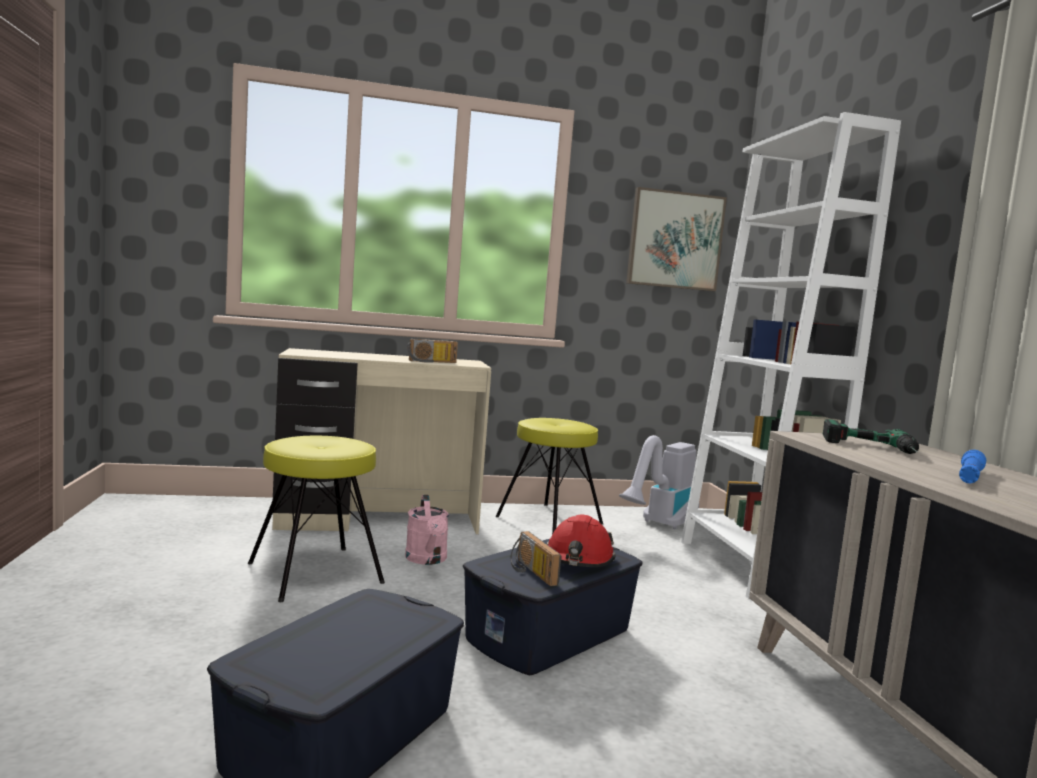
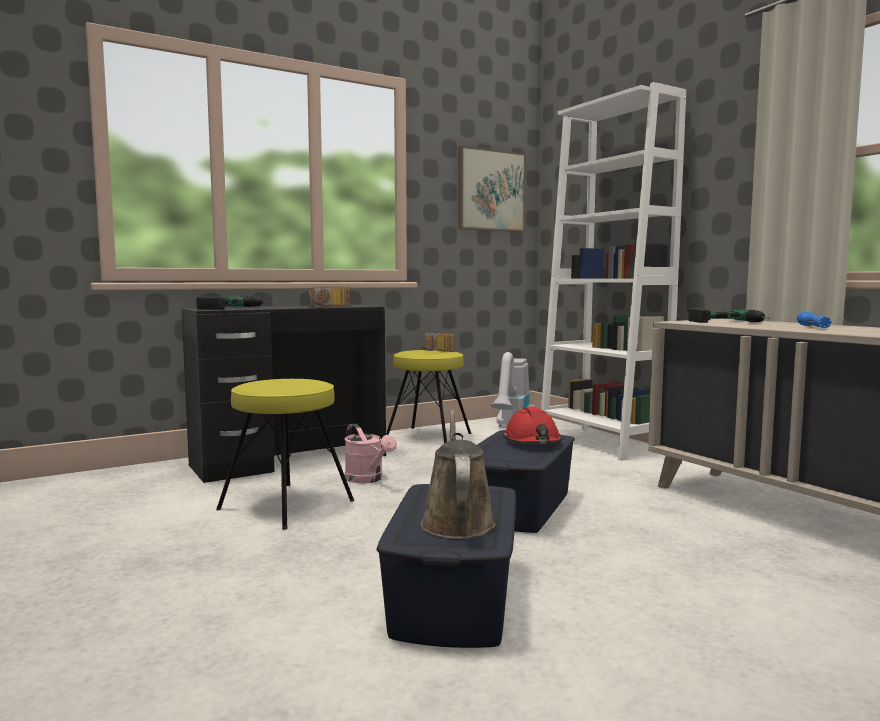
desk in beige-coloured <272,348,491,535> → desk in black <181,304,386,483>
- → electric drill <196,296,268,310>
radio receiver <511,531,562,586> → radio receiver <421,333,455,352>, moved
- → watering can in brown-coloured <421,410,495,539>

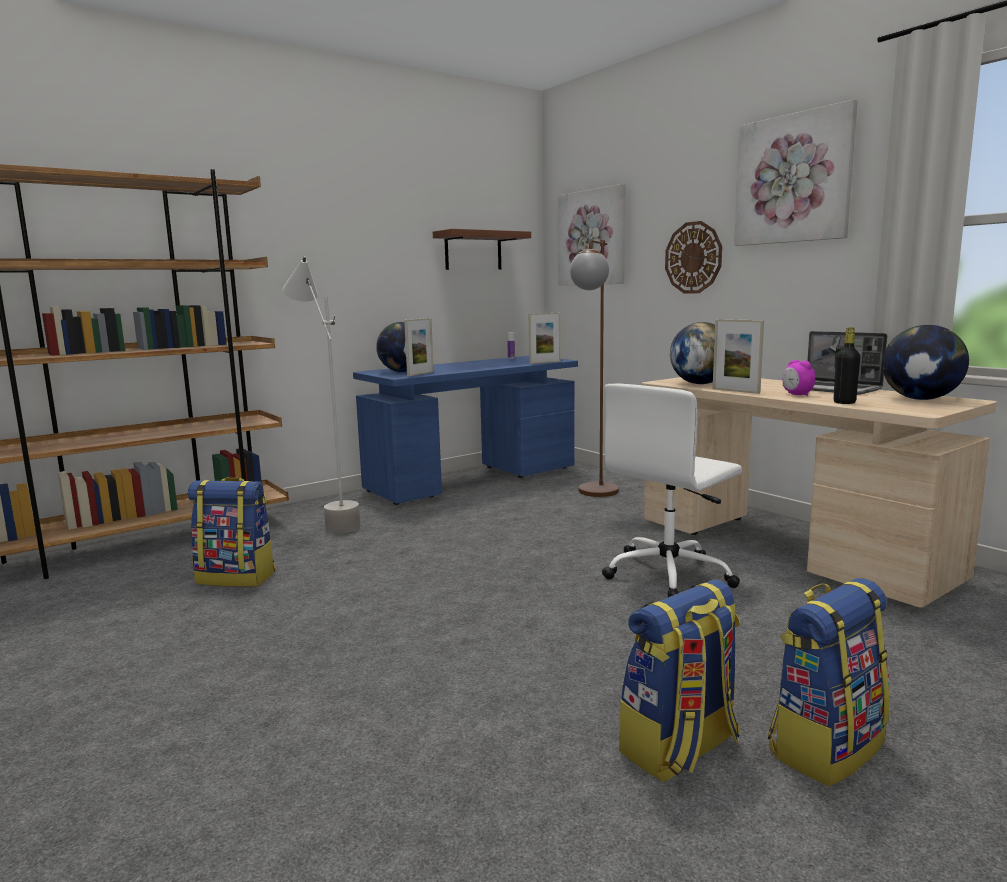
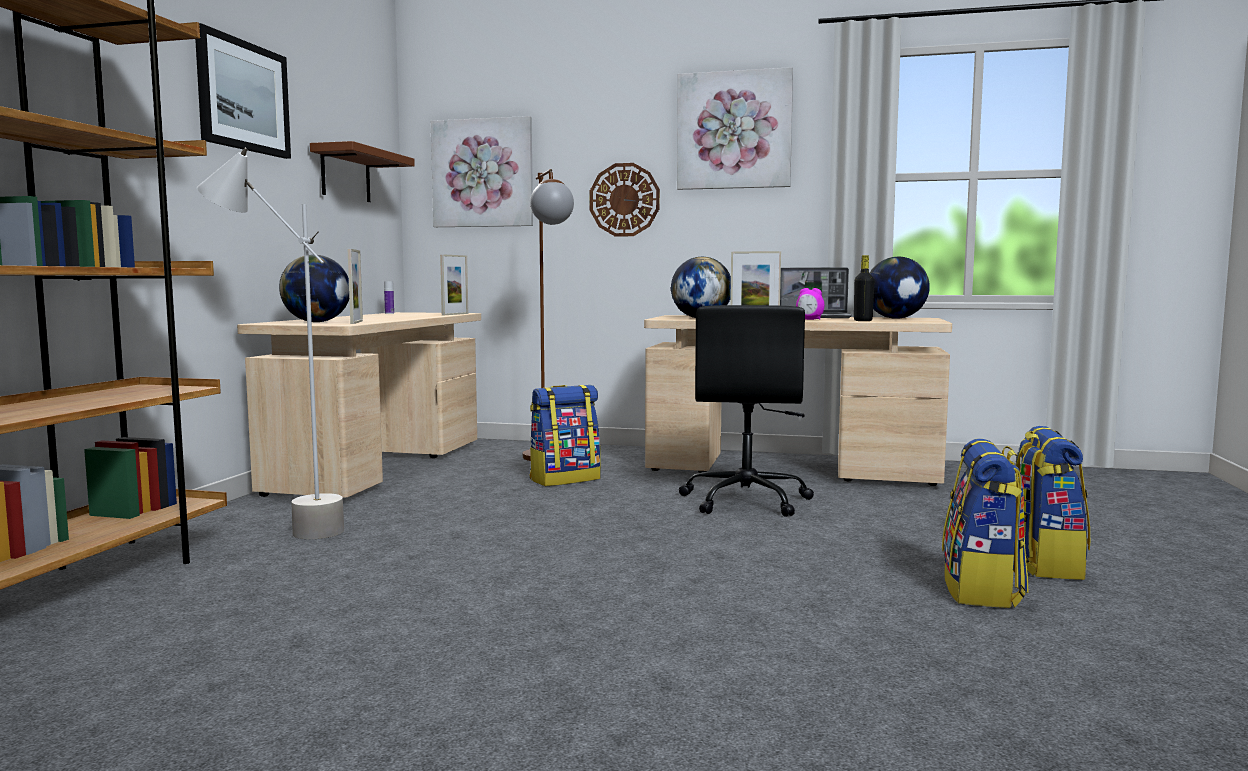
- → picture <195,23,291,159>
desk in bluish <353,356,578,505> → desk in beige-coloured <237,312,481,498>
rucksack <188,478,275,587> → rucksack <529,385,601,486>, moved
computer chair in whitish <602,383,742,597> → computer chair in black <679,305,814,517>

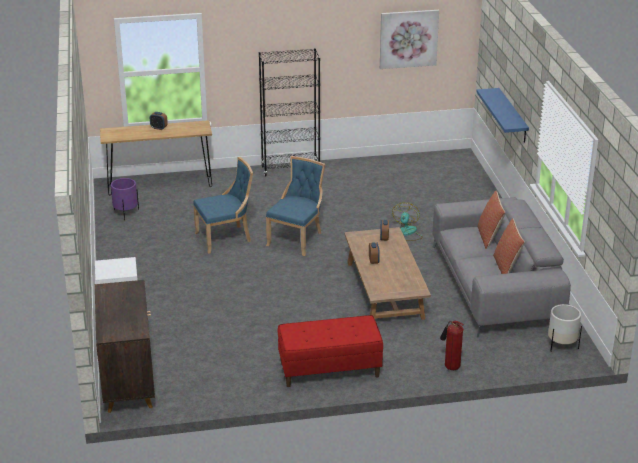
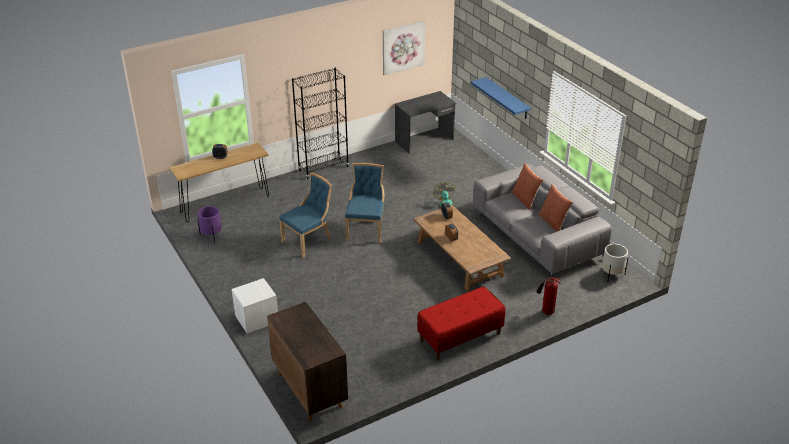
- → desk in gray <395,91,456,154>

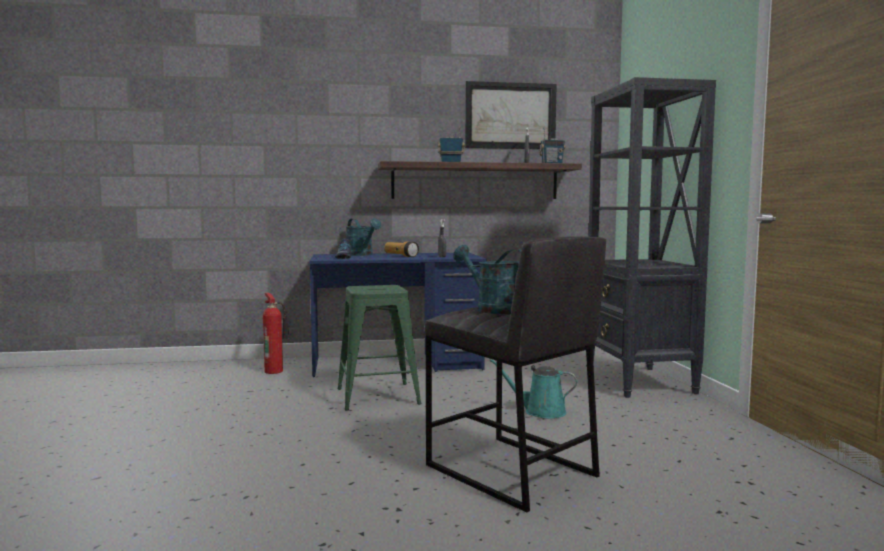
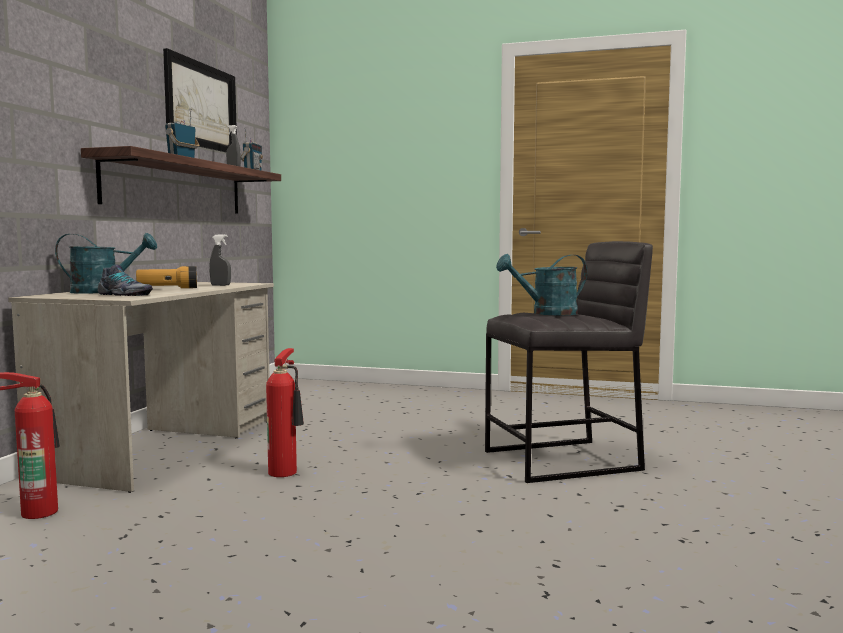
desk in bluish <309,253,487,377> → desk in beige-coloured <8,282,274,493>
stool seat in green <338,285,421,411> → extinguisher <266,348,304,477>
watering can in turquoise-coloured <489,359,577,418> → -
shelving unit in black <586,77,716,398> → -

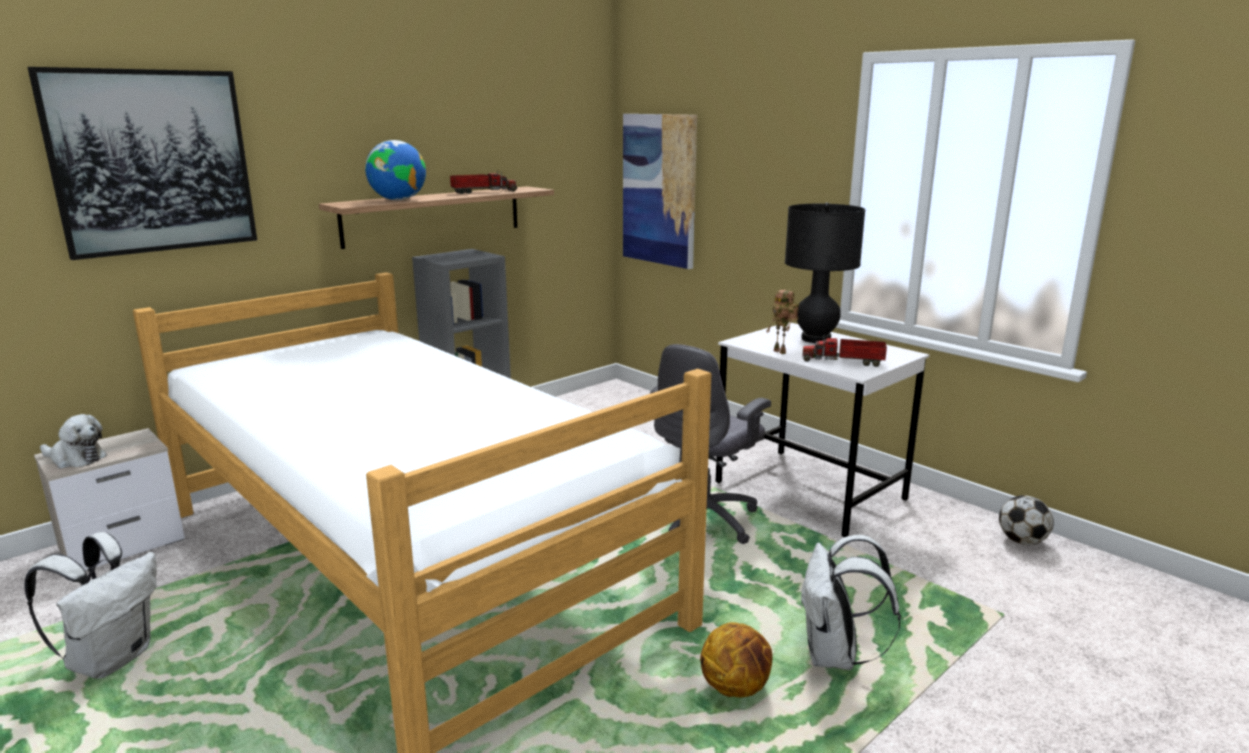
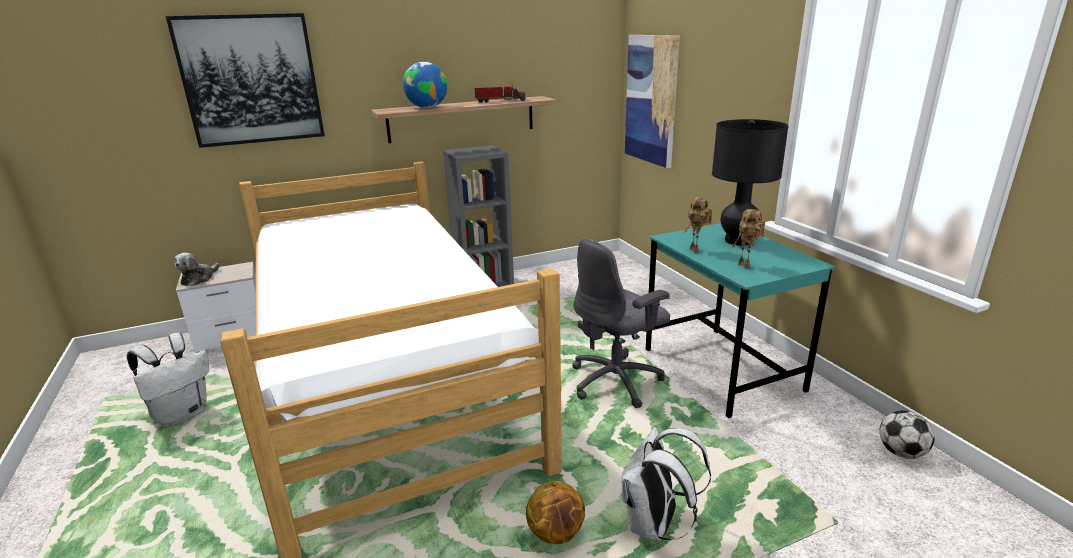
soft toy <40,414,107,468> → soft toy <174,253,220,286>, 75 degrees clockwise
desk in whitish <716,322,929,537> → desk in turquoise-coloured <646,223,836,418>
toy truck <802,334,887,367> → model robot <733,209,765,269>

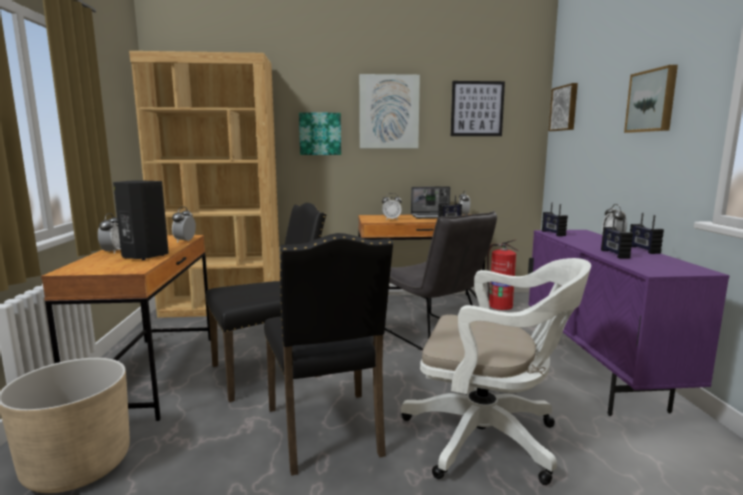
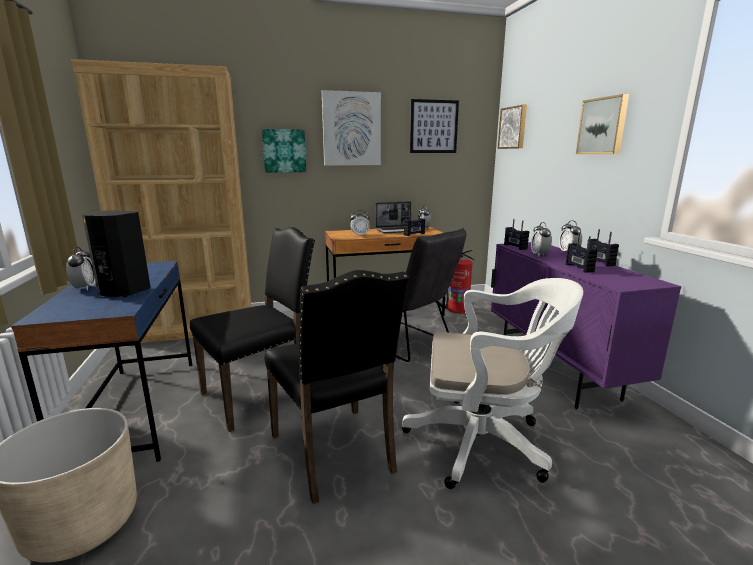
desk in brown-coloured <41,235,211,421> → desk in bluish <11,261,192,461>
bedside clock <172,207,196,243> → bedside clock <531,222,552,257>, moved

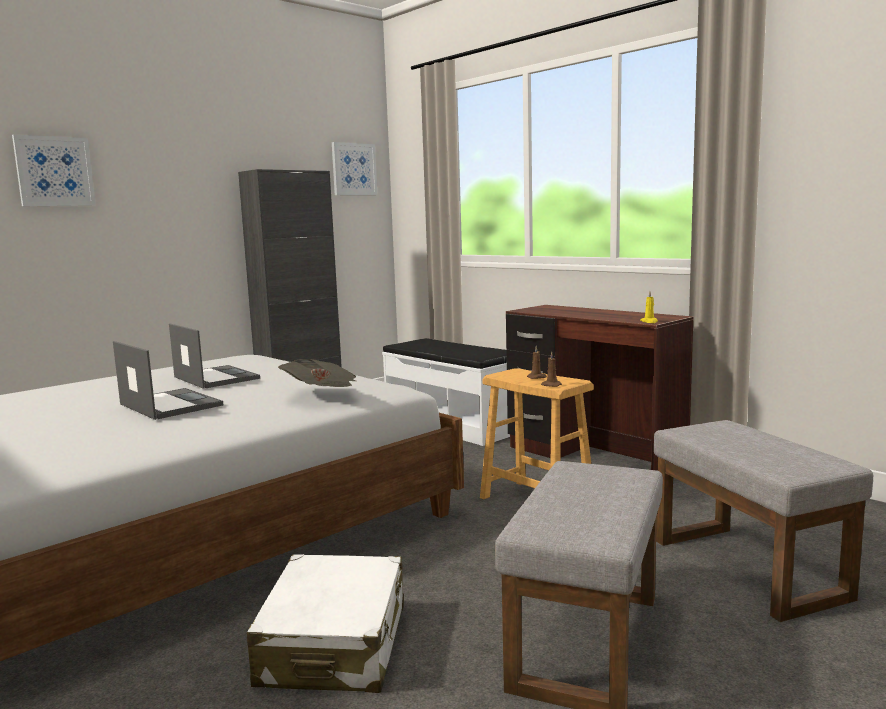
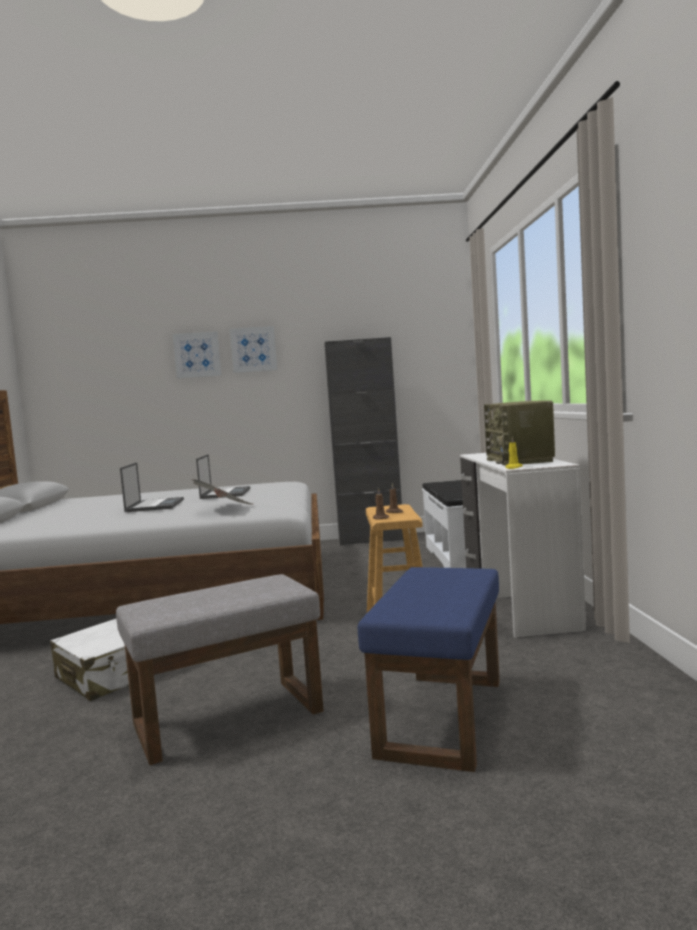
picture <332,142,377,195> → picture <230,326,277,373>, moved
ottoman in gray <654,420,873,622> → ottoman in bluish <358,567,500,772>
desk in brown-coloured <506,305,693,471> → desk in whitish <460,453,586,638>
- → radio receiver <484,401,555,466>

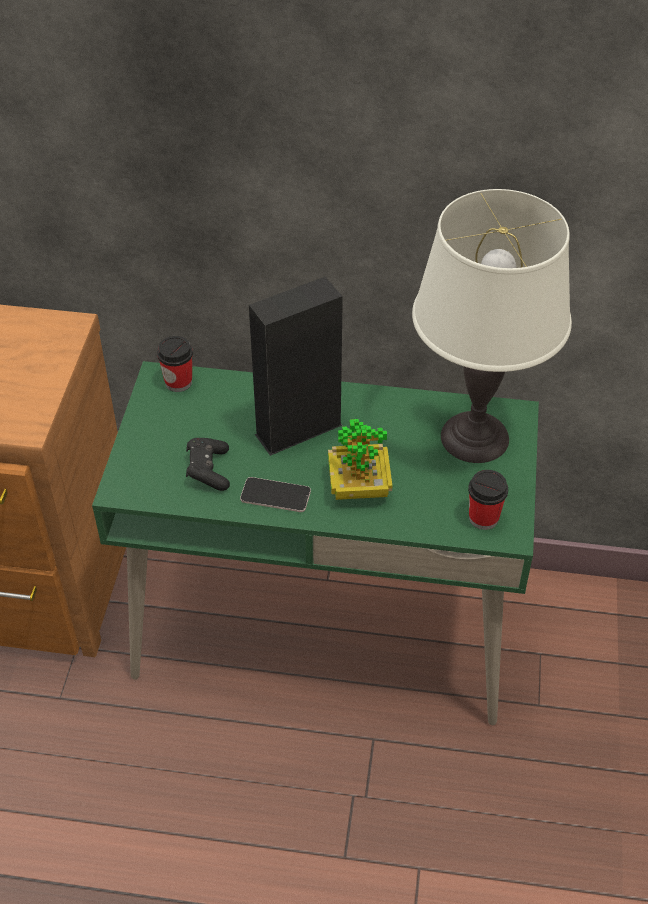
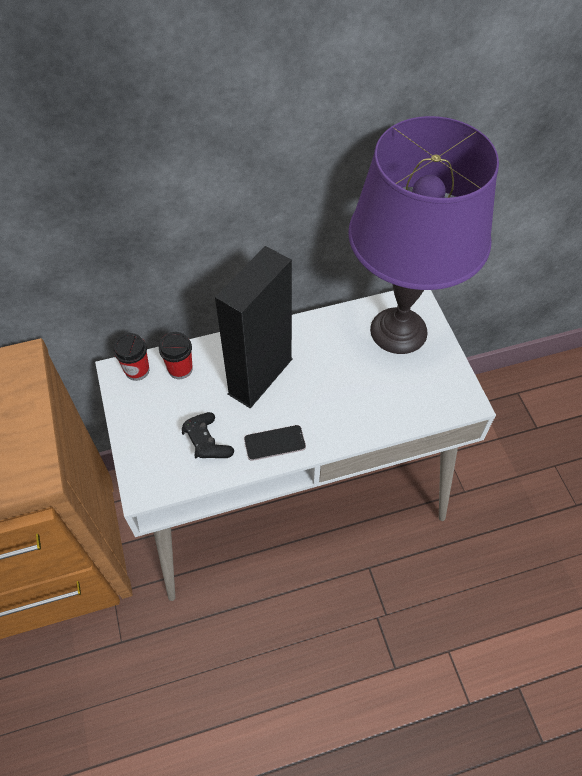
desk in green <92,361,539,725> → desk in whitish <95,290,496,601>
drinking cup <468,470,508,530> → drinking cup <159,332,192,379>, moved
tabletop lamp in whitish <412,189,572,463> → tabletop lamp in purple-coloured <349,116,499,354>
houseplant <328,419,393,500> → -

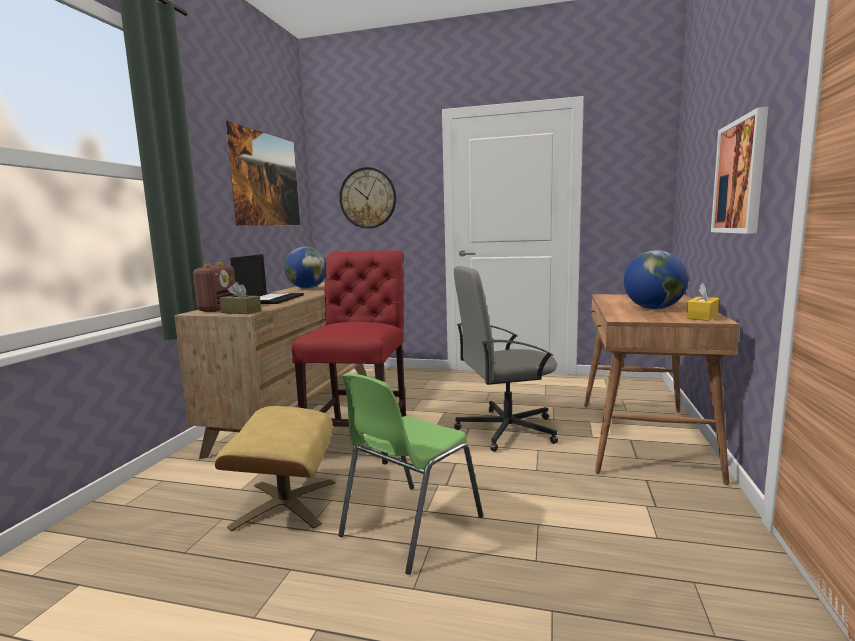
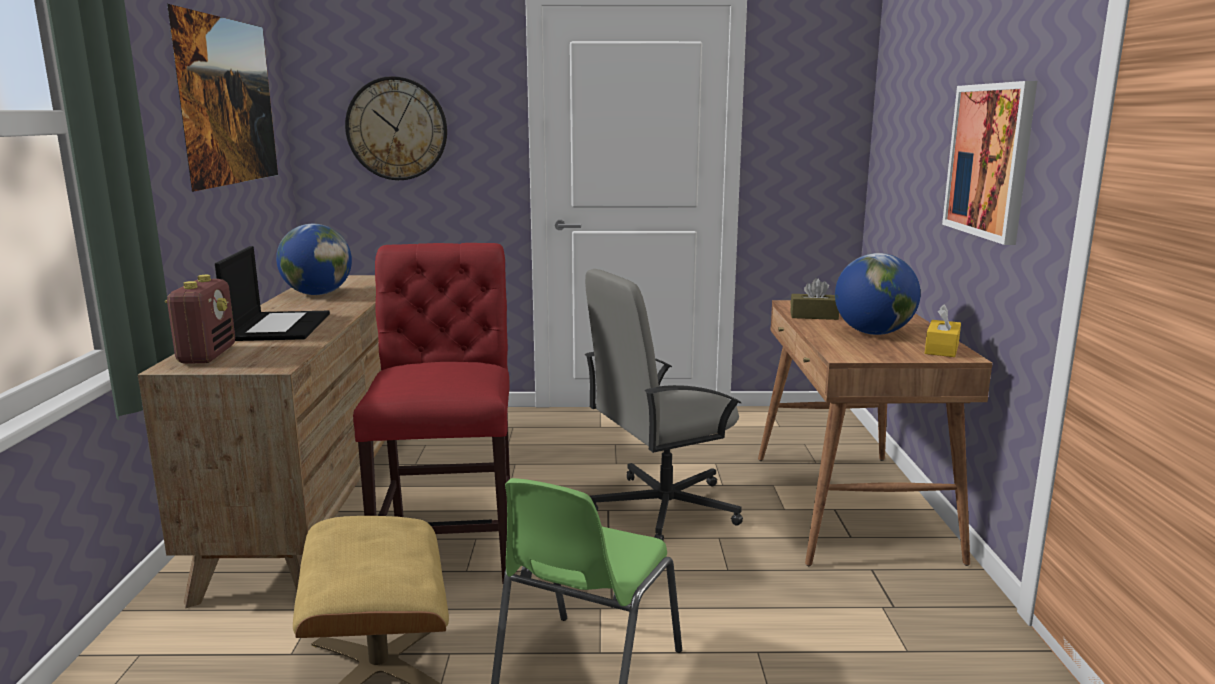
tissue box in brown-coloured <219,282,261,314> → tissue box in brown-coloured <790,278,839,320>, moved

